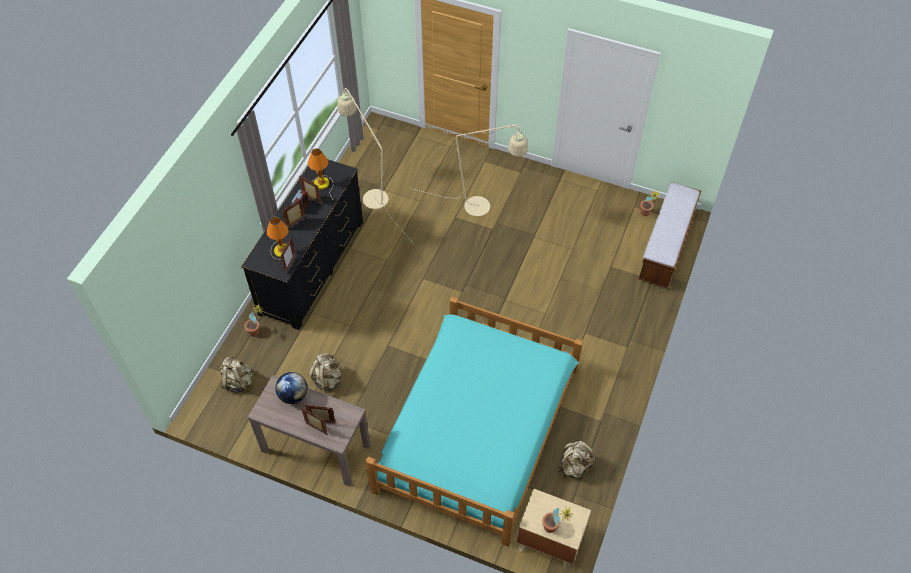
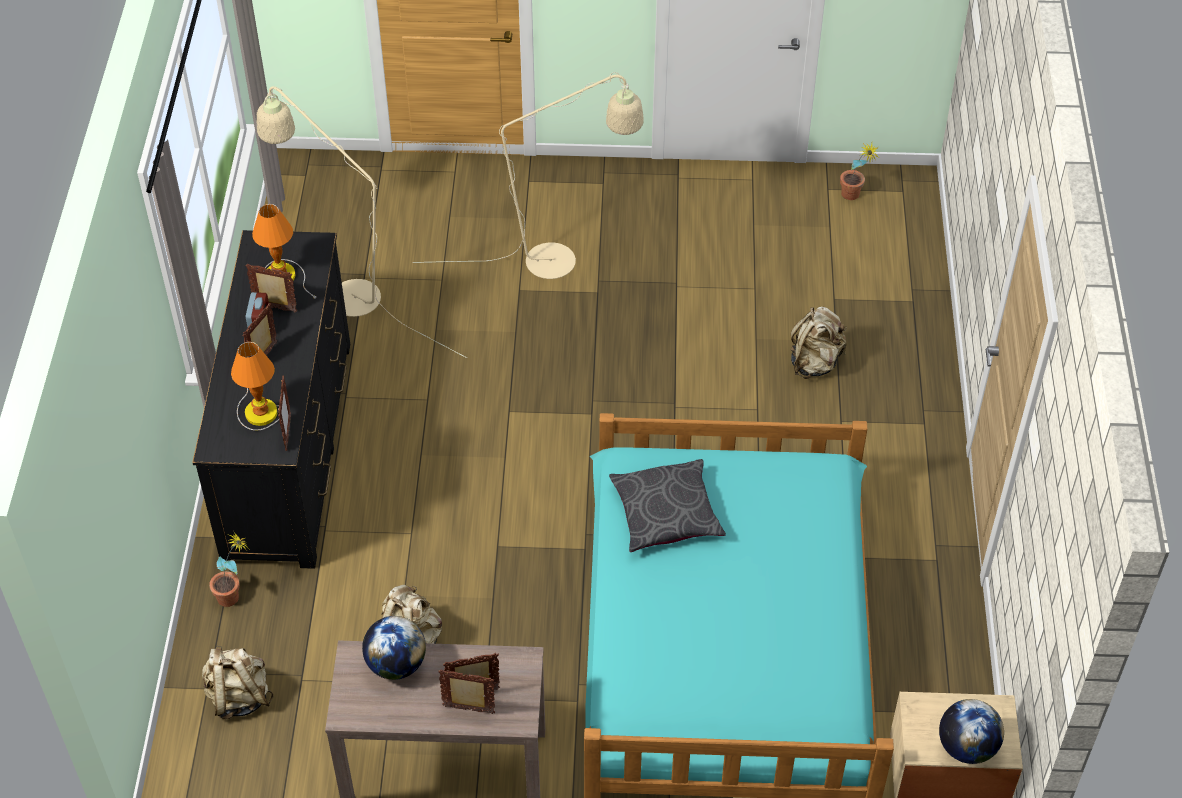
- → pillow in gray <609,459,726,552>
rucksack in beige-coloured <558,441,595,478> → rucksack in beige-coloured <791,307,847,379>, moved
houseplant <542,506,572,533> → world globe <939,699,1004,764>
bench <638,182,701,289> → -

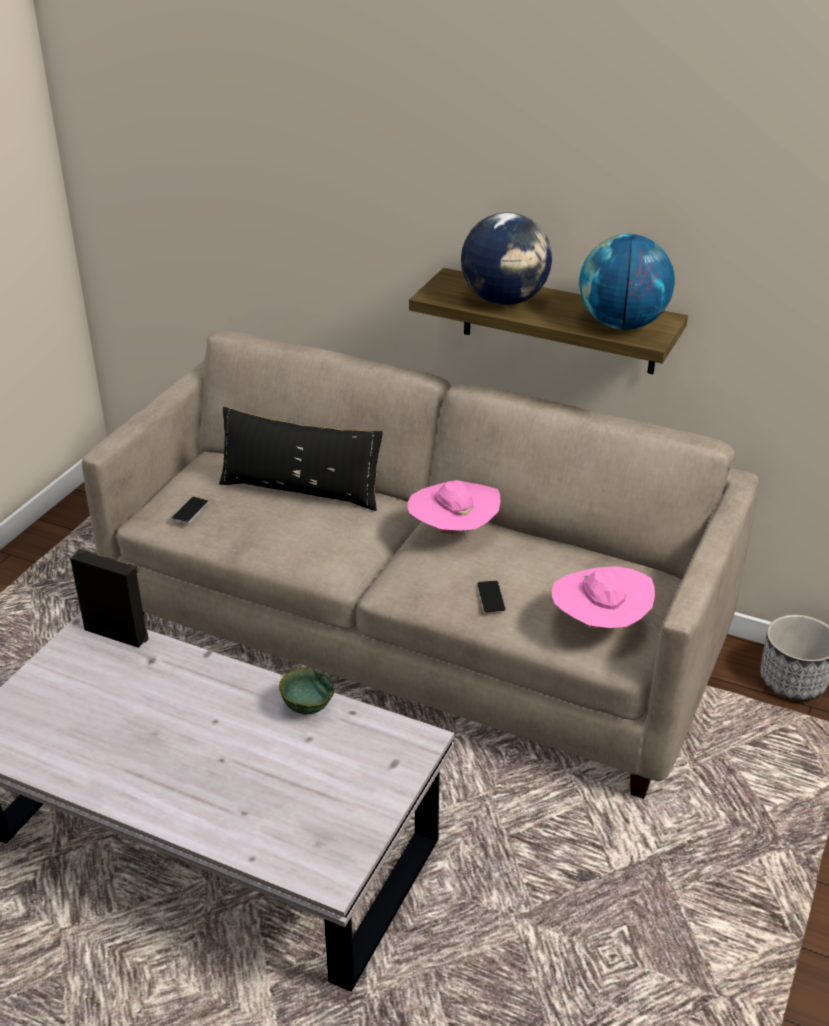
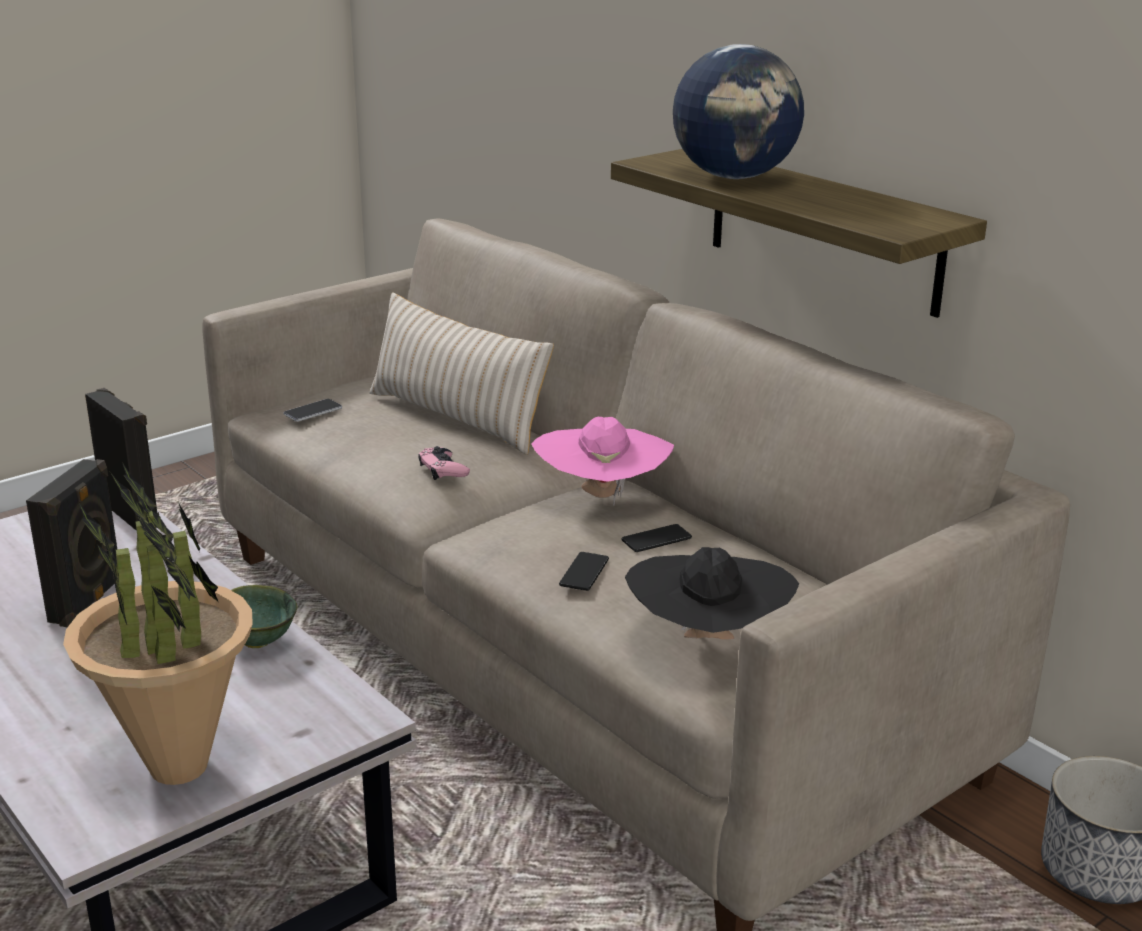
- → audio speaker in black <26,459,117,627>
- → houseplant <63,464,253,785>
pillow in black <219,407,383,511> → pillow in beige-coloured <369,292,554,455>
- → joypad in pink <418,446,470,480>
- → handset <622,524,692,552>
wearable hat in pink <552,566,655,628> → wearable hat in black <625,547,799,640>
world globe <579,234,675,330> → -

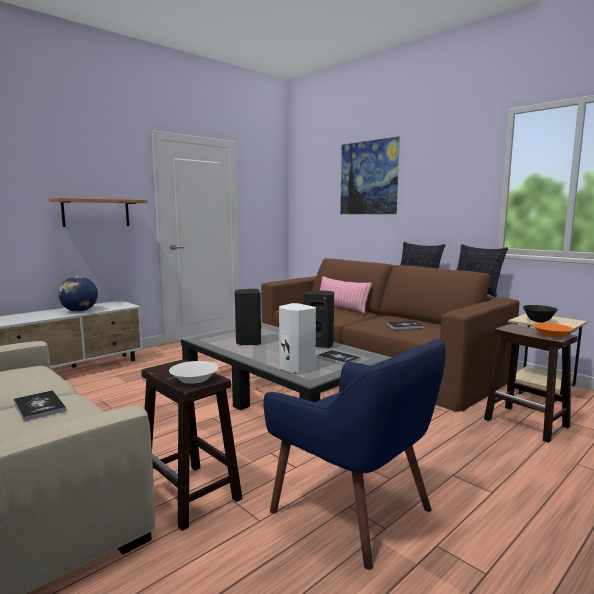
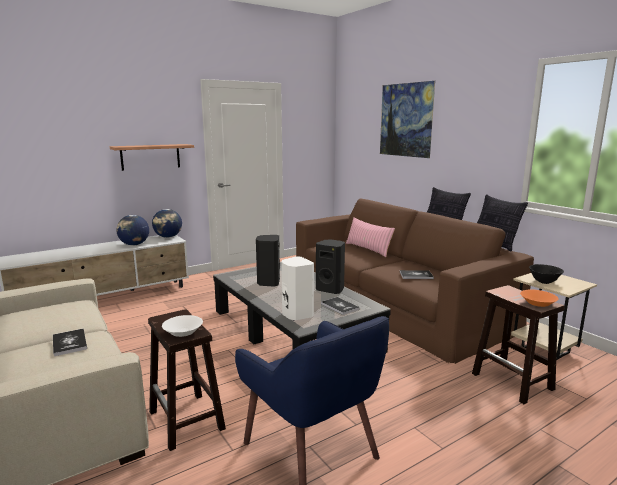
- → world globe <152,209,182,238>

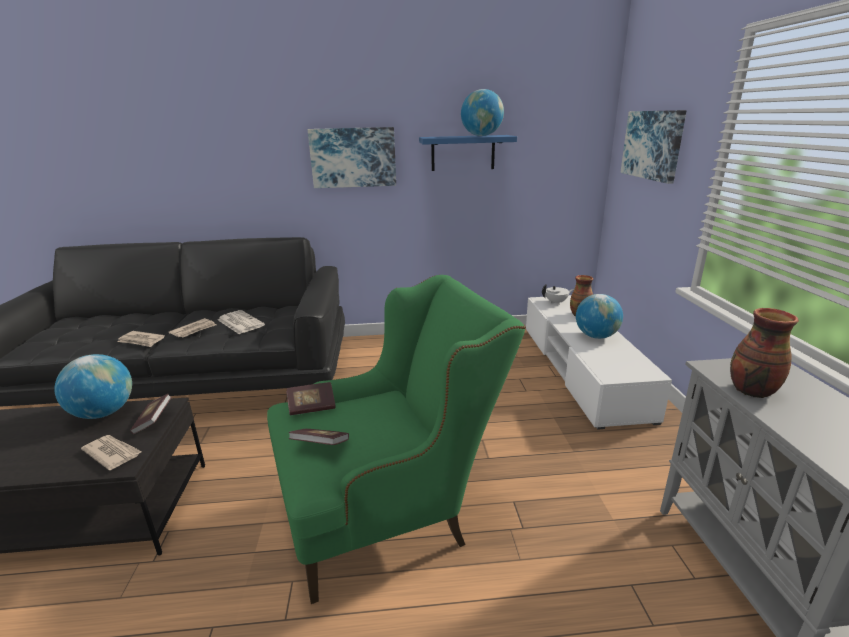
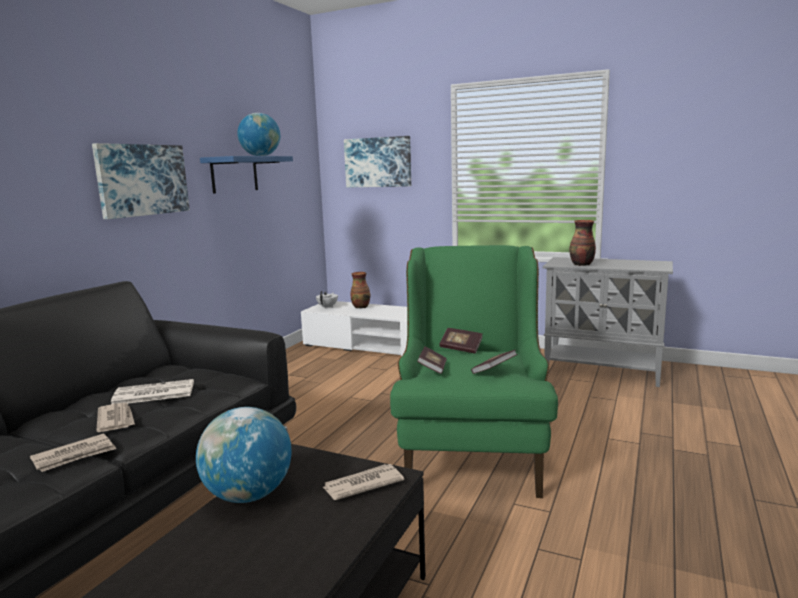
volume <130,394,171,434> → volume <439,328,482,354>, moved
world globe <576,294,623,339> → -

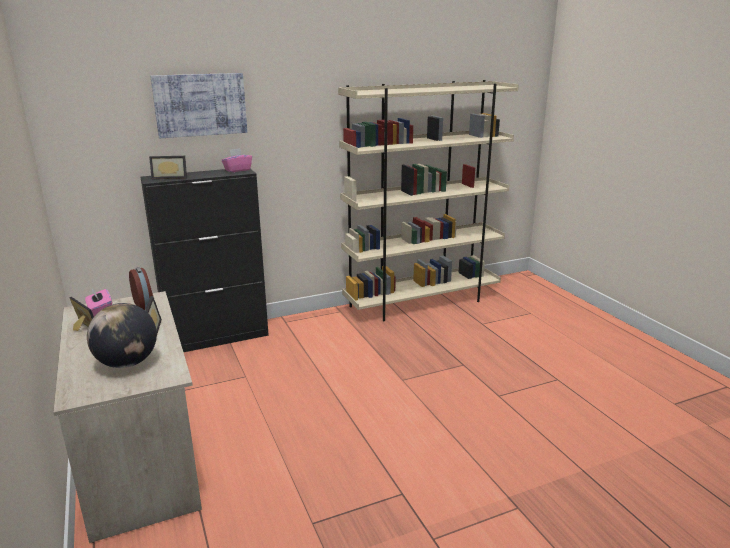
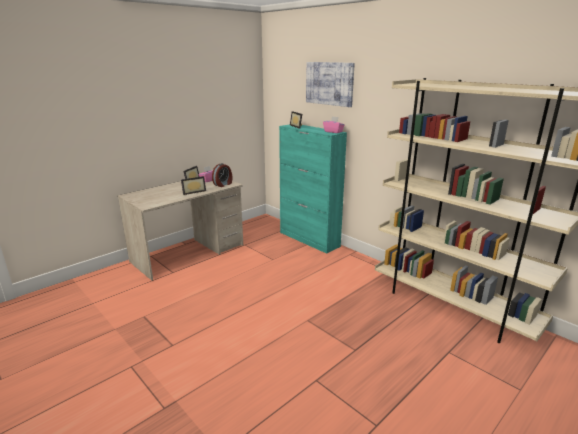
storage cabinet in black <141,169,269,352> → storage cabinet in turquoise-coloured <279,124,347,254>
world globe <87,303,157,368> → -

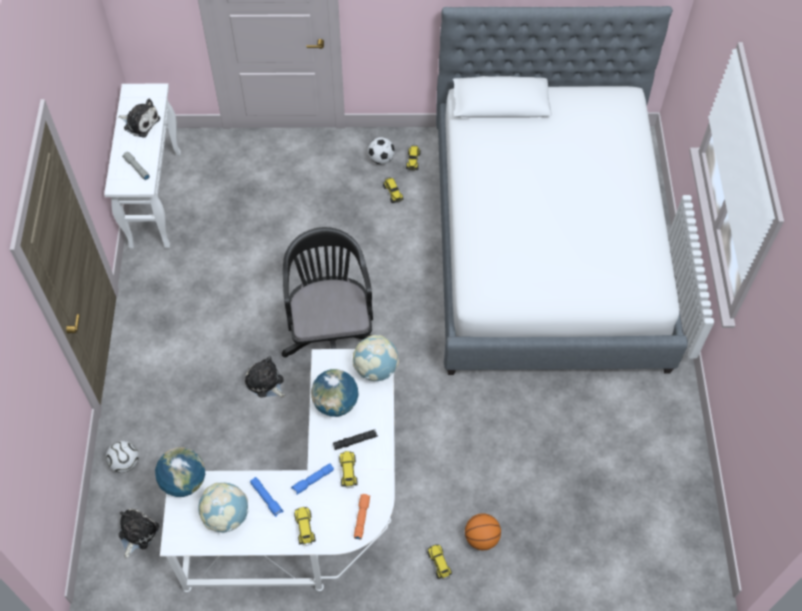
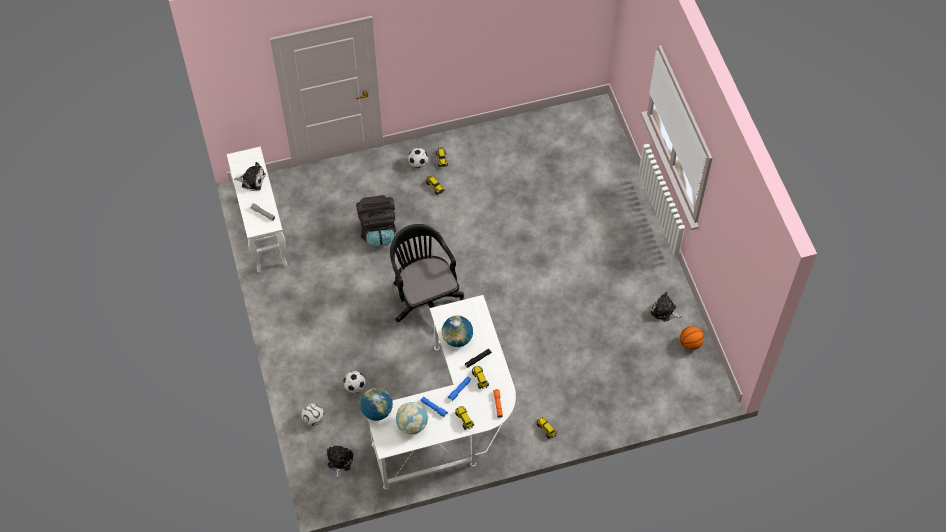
- → ball for football <343,371,366,393>
- → rucksack in black <356,195,396,247>
soft toy <245,356,286,398> → soft toy <651,292,682,322>, moved
basketball ball <465,513,501,550> → basketball ball <680,326,704,350>, moved
world globe <353,335,399,381> → -
bedroom bed <436,6,688,375> → -

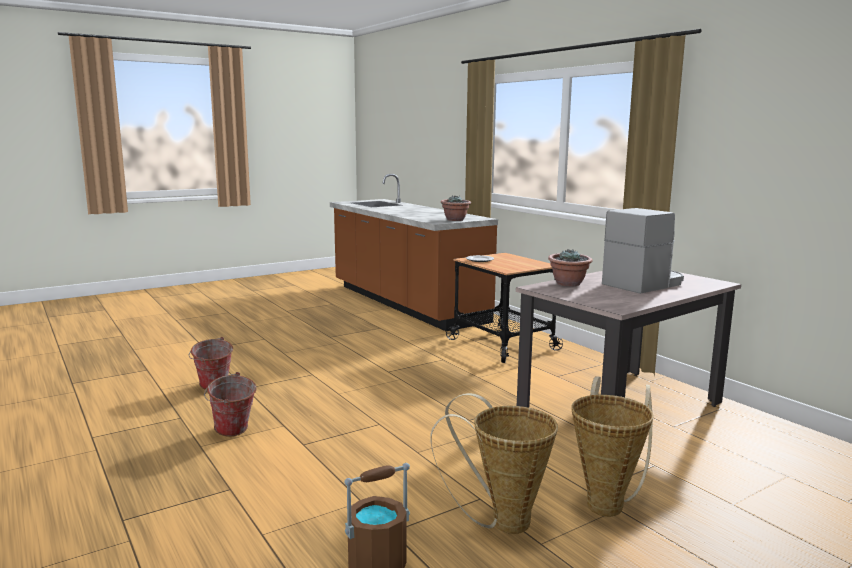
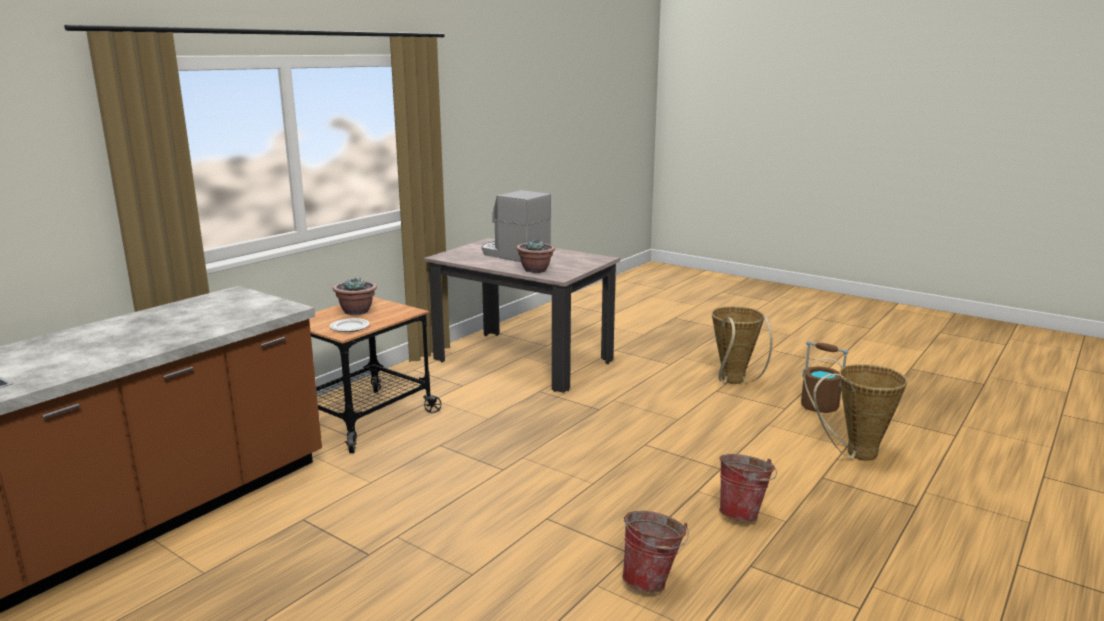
houseplant <441,195,471,221> → houseplant <333,277,377,315>, moved
storage basket <572,376,654,517> → storage basket <804,357,908,461>, moved

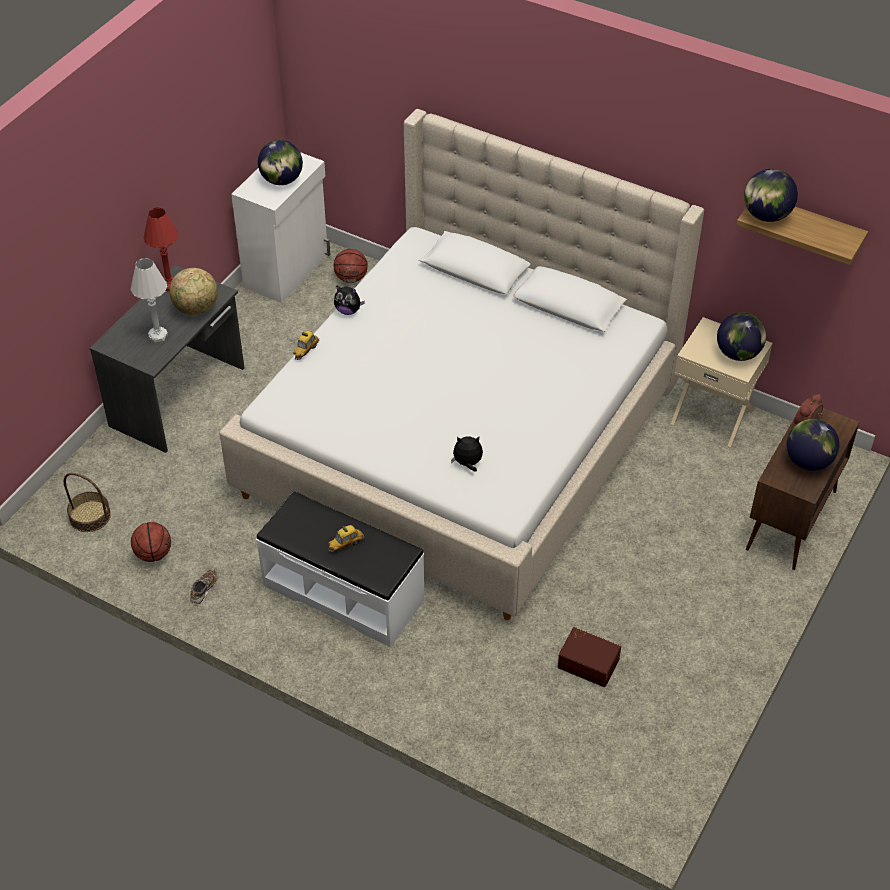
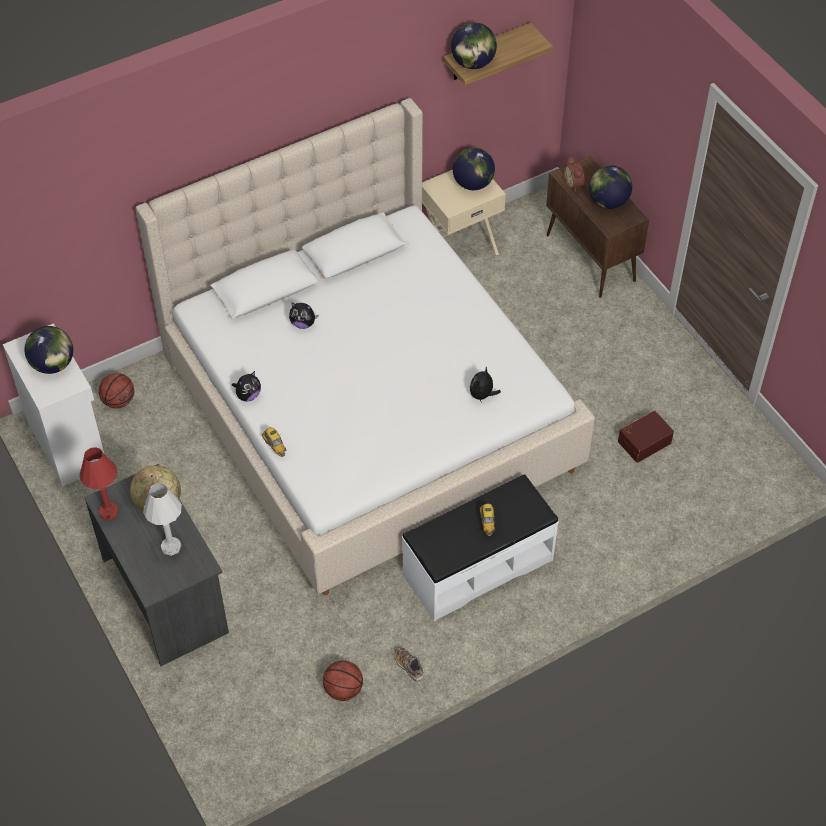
- → soft toy <289,302,319,329>
storage basket <64,473,111,532> → -

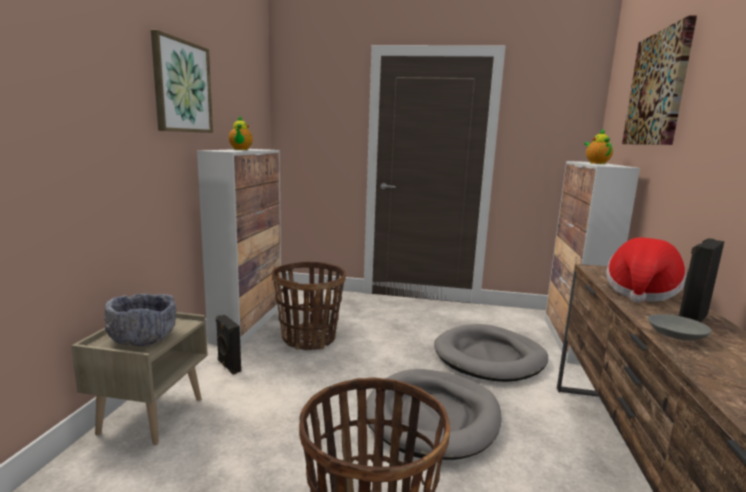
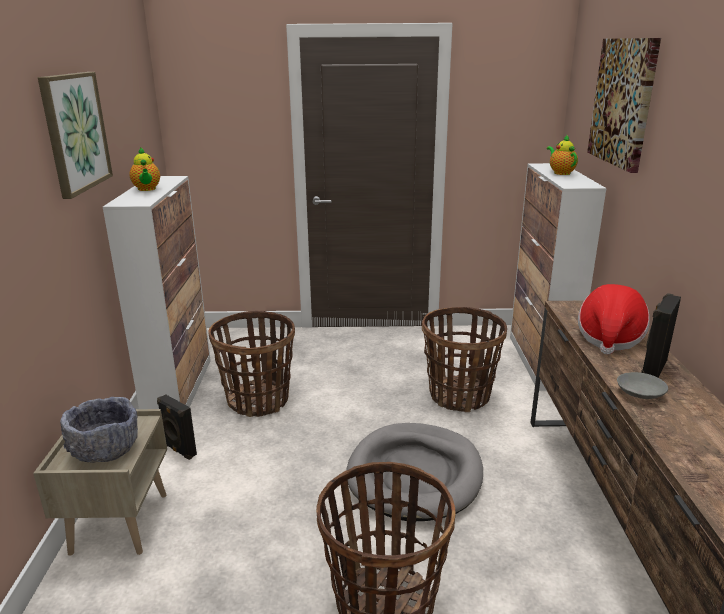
dog bed in gray <434,324,548,382> → storage basket <422,307,507,412>

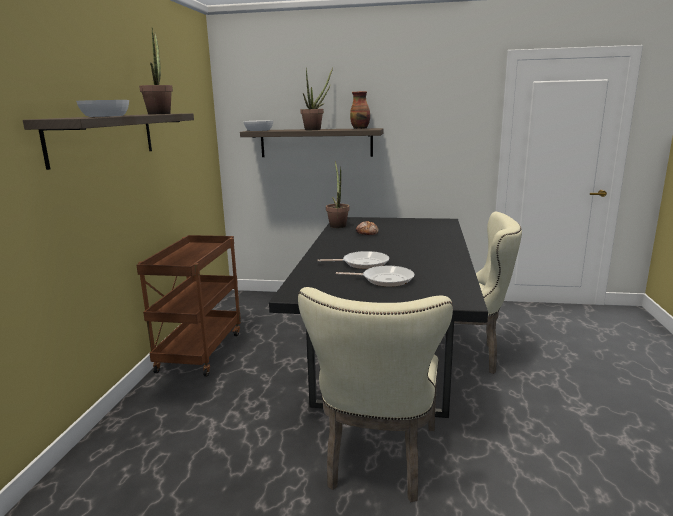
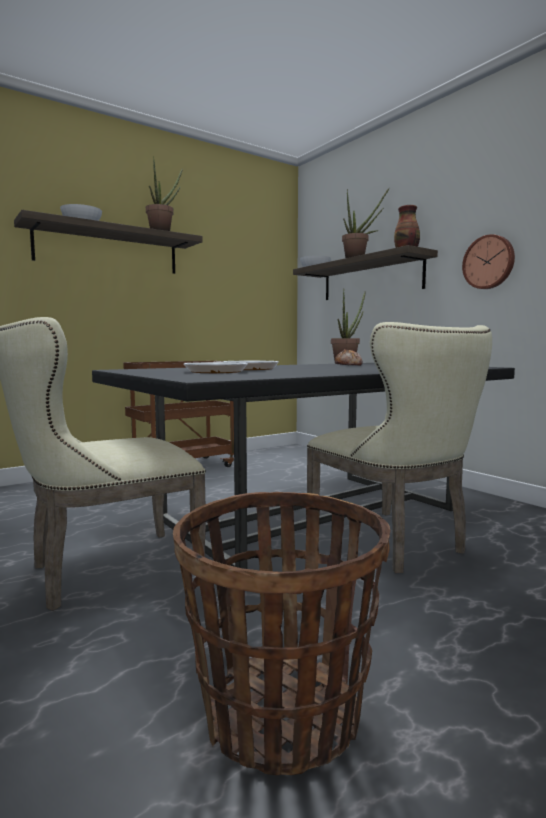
- → storage basket <173,492,391,775>
- → wall clock <462,234,515,289>

